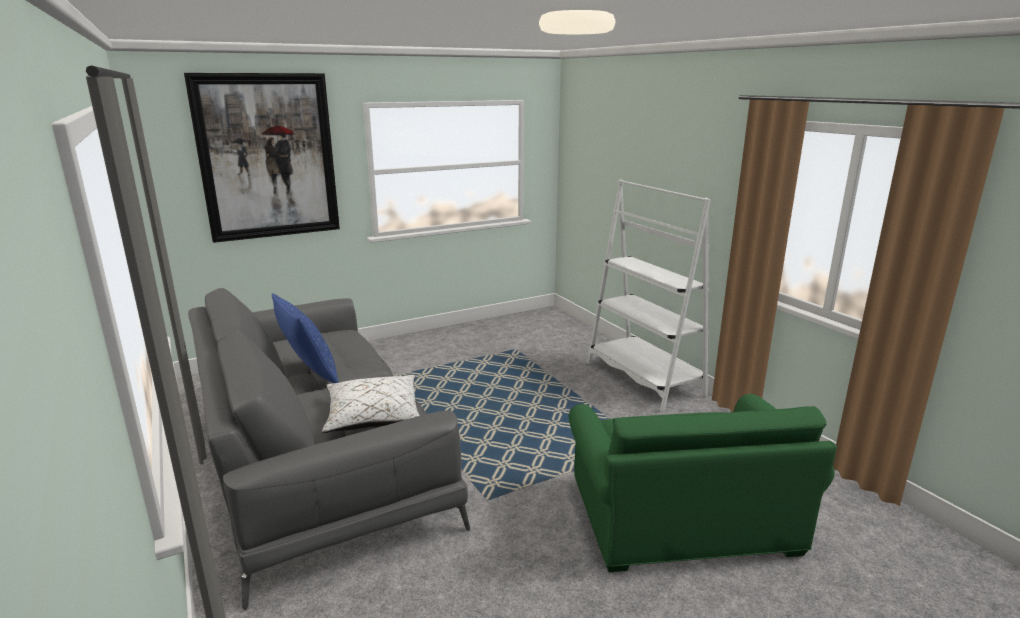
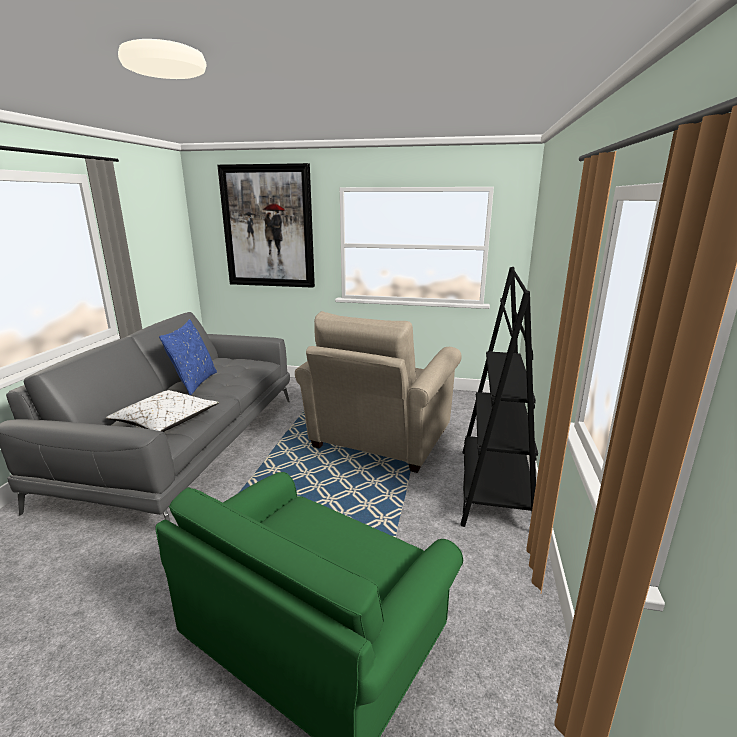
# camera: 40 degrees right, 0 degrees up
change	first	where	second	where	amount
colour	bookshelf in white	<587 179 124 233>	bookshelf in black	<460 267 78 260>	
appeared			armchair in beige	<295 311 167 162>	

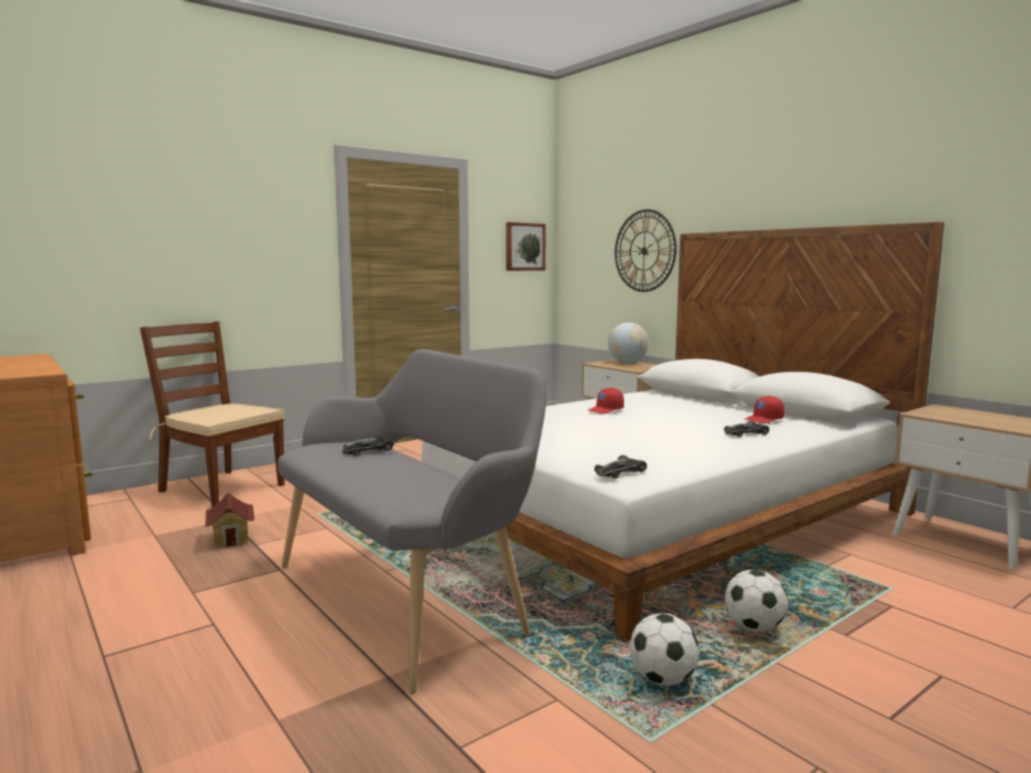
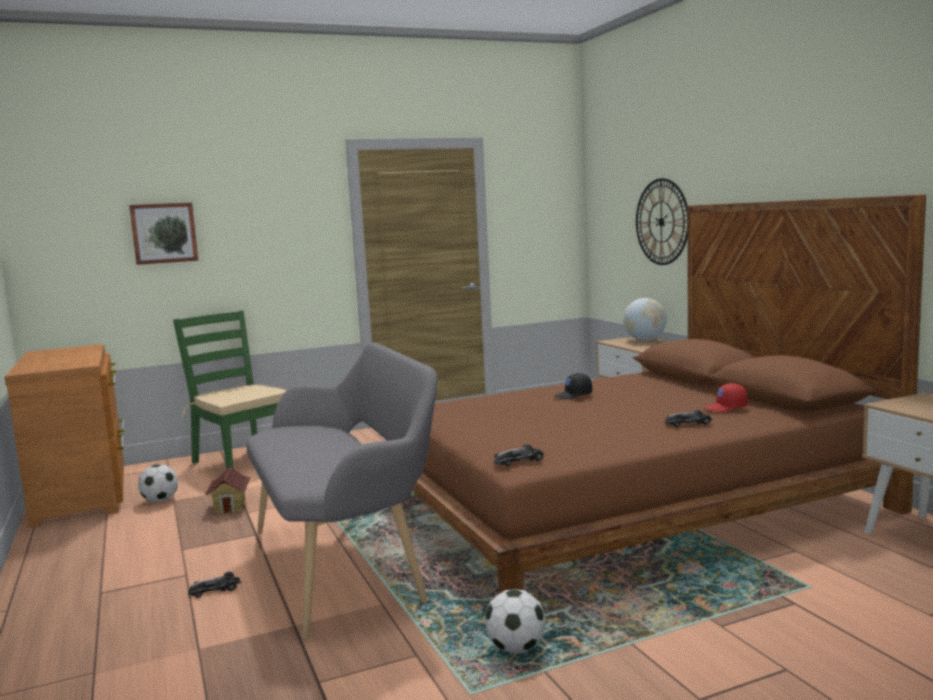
# camera: 15 degrees right, 0 degrees up
change	first	where	second	where	amount
colour	sleeping bed in white	<422 222 522 419>	sleeping bed in brown	<412 194 514 399>	
relocated	wall picture	<506 222 40 49>		<129 202 69 63>	
colour	chair in brown	<140 321 145 186>	chair in green	<173 310 114 159>	
colour	cap in red-coloured	<588 388 36 26>	cap in black	<554 373 38 26>	
relocated	miniature car	<342 436 52 20>		<188 571 54 27>	
relocated	football ball	<725 570 63 61>		<138 464 40 38>	

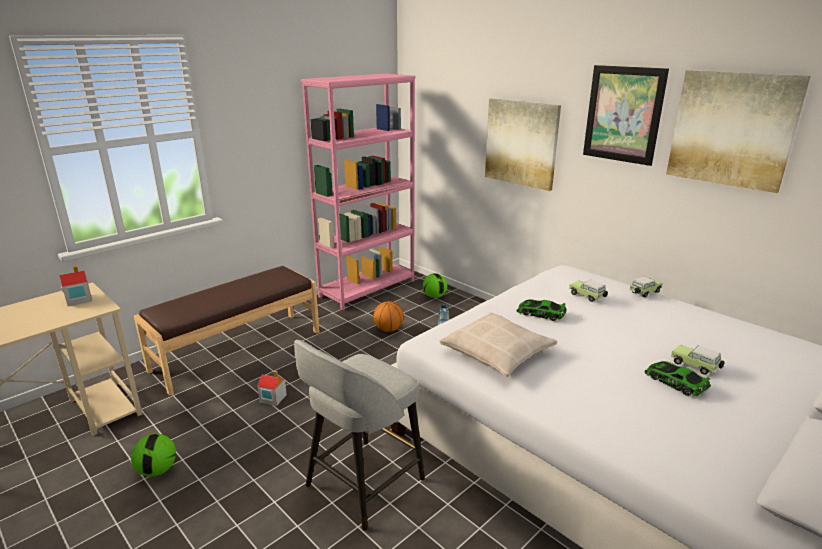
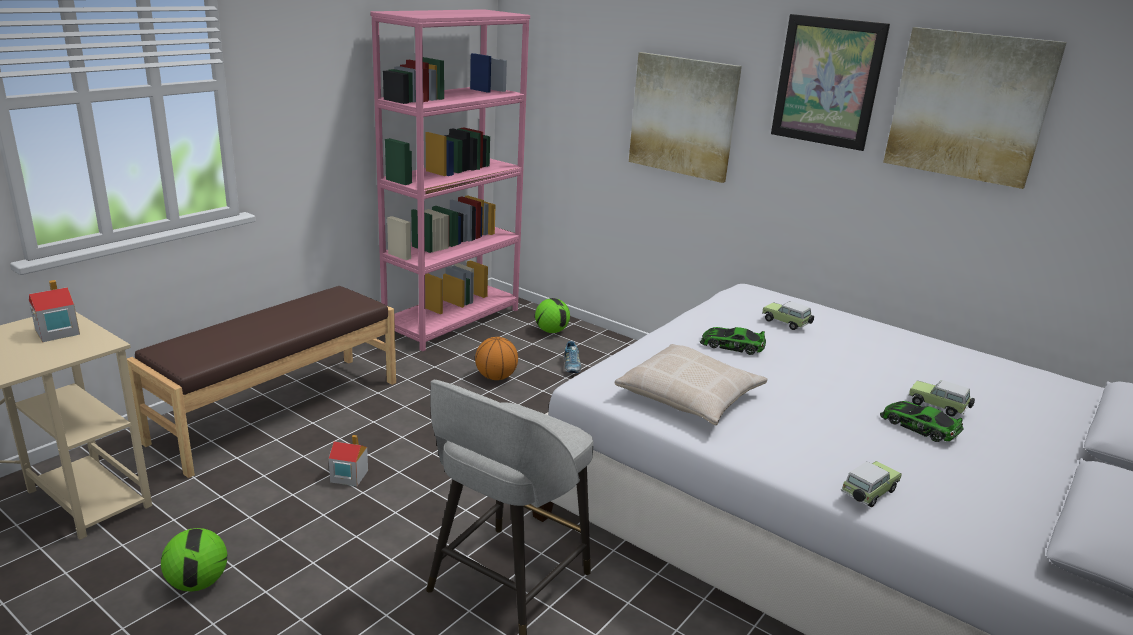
# camera: 10 degrees left, 0 degrees up
change	first	where	second	where	amount
relocated	miniature car	<629 276 34 22>		<841 461 61 46>	

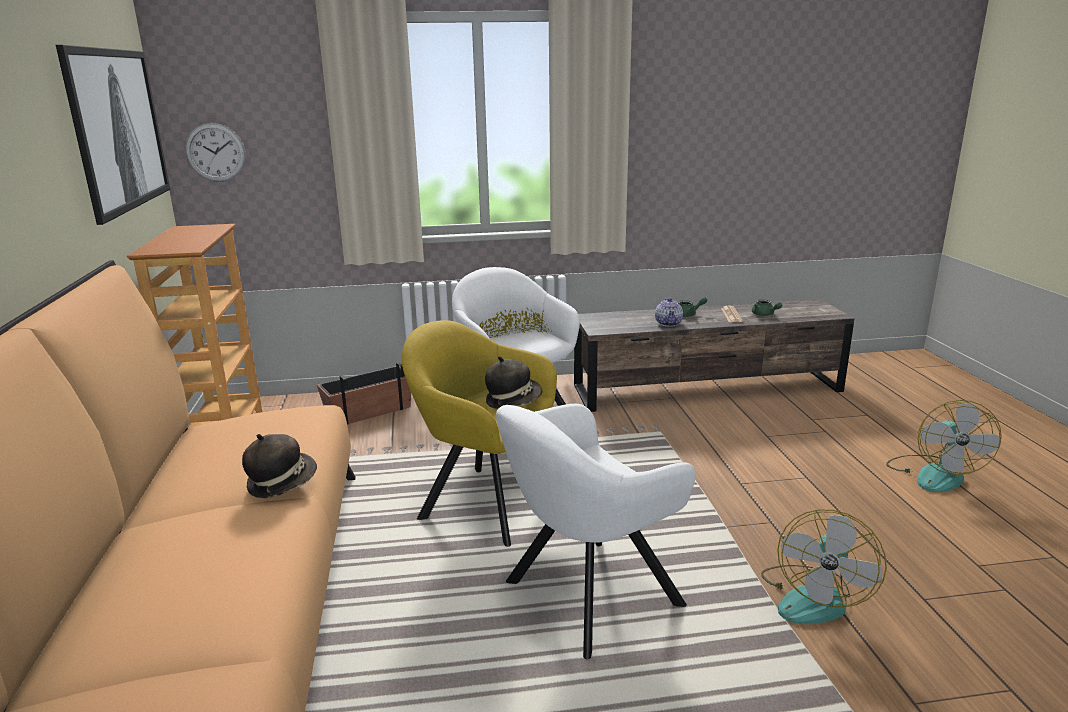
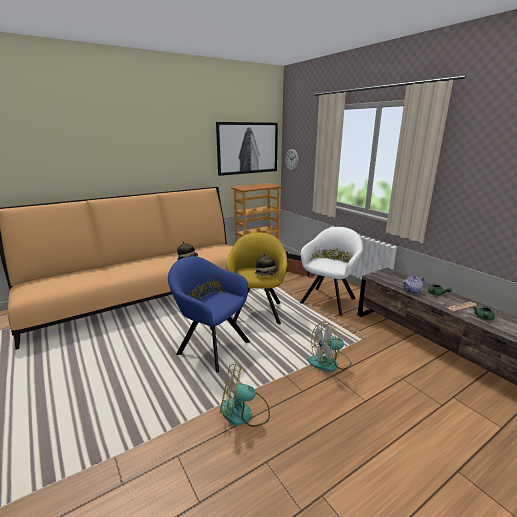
# camera: 65 degrees right, 0 degrees up
change	first	where	second	where	amount
relocated	cooling fan	<886 400 116 92>		<308 321 43 51>	
colour	armchair in white	<496 404 200 256>	armchair in blue-coloured	<168 256 82 117>	

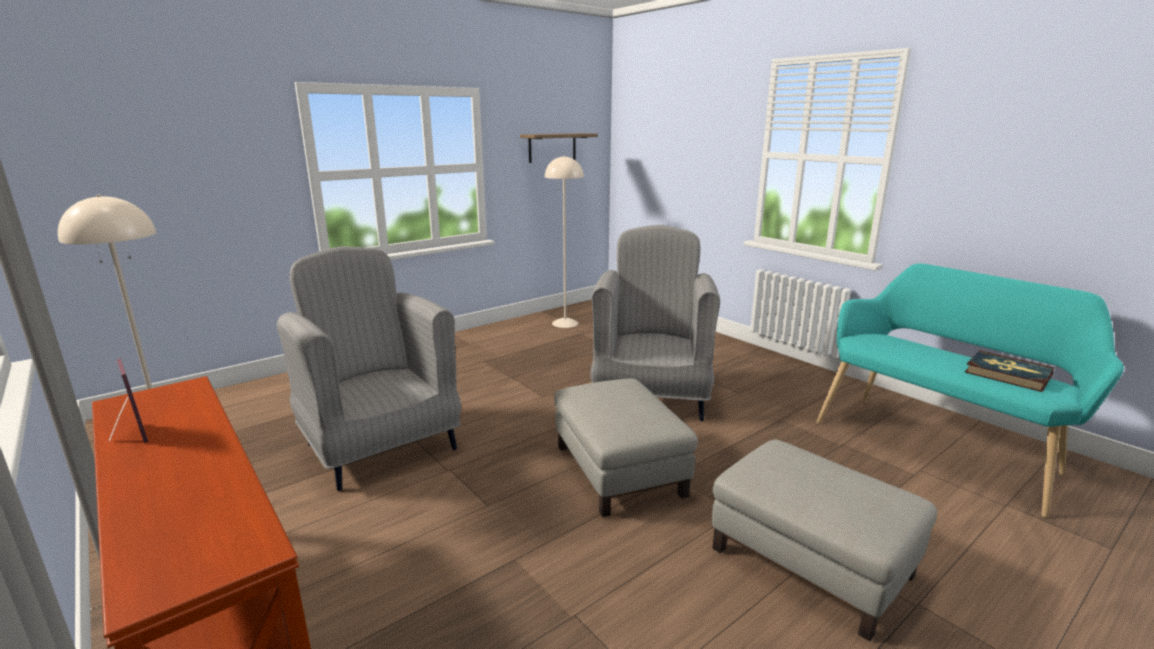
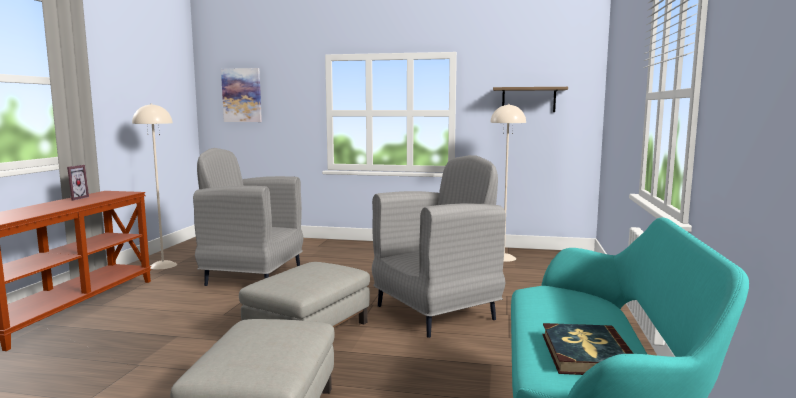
# camera: 50 degrees right, 10 degrees down
change	first	where	second	where	amount
spun	armchair in gray	<277 246 184 245>		<193 148 110 138>	90 degrees counterclockwise
appeared			wall picture	<221 68 41 54>	

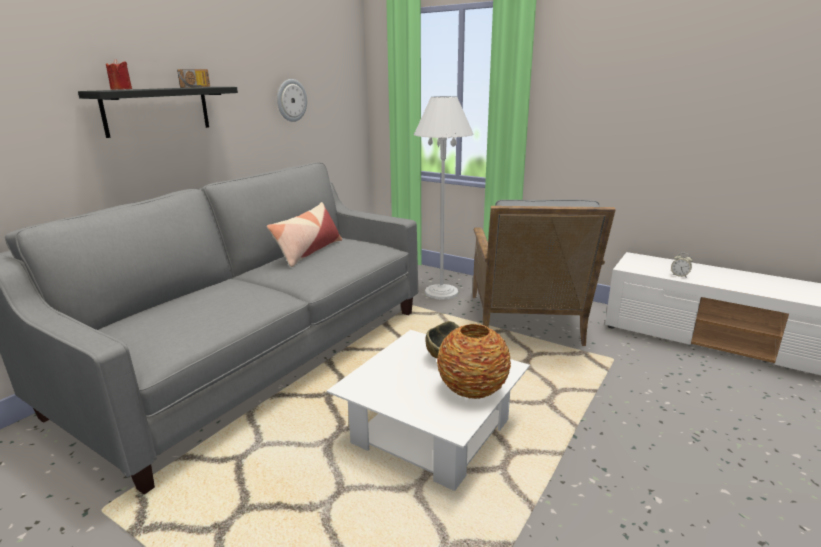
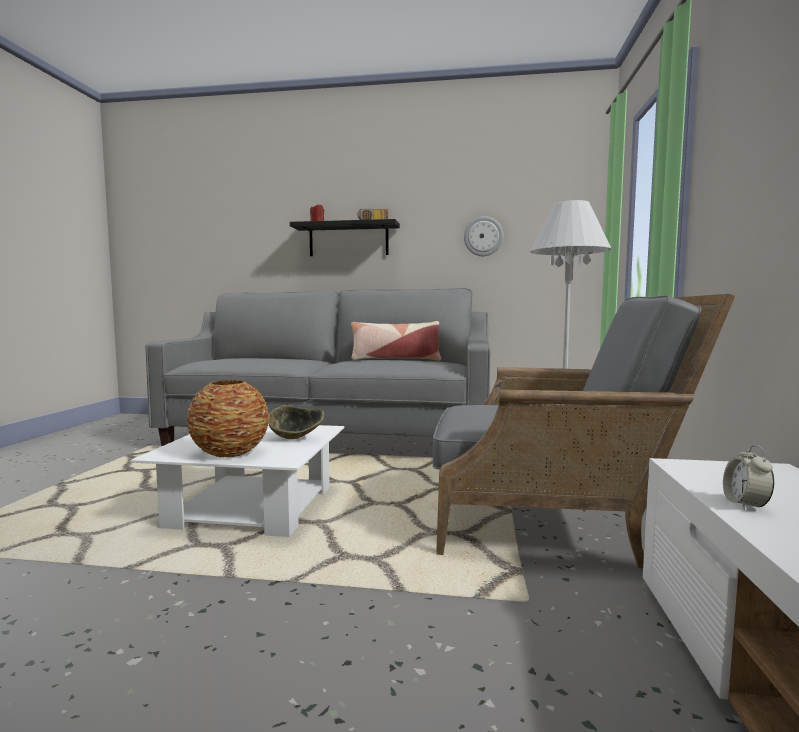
# camera: 65 degrees right, 15 degrees down
change	first	where	second	where	amount
spun	armchair in gray	<473 199 143 147>		<433 294 302 274>	150 degrees counterclockwise

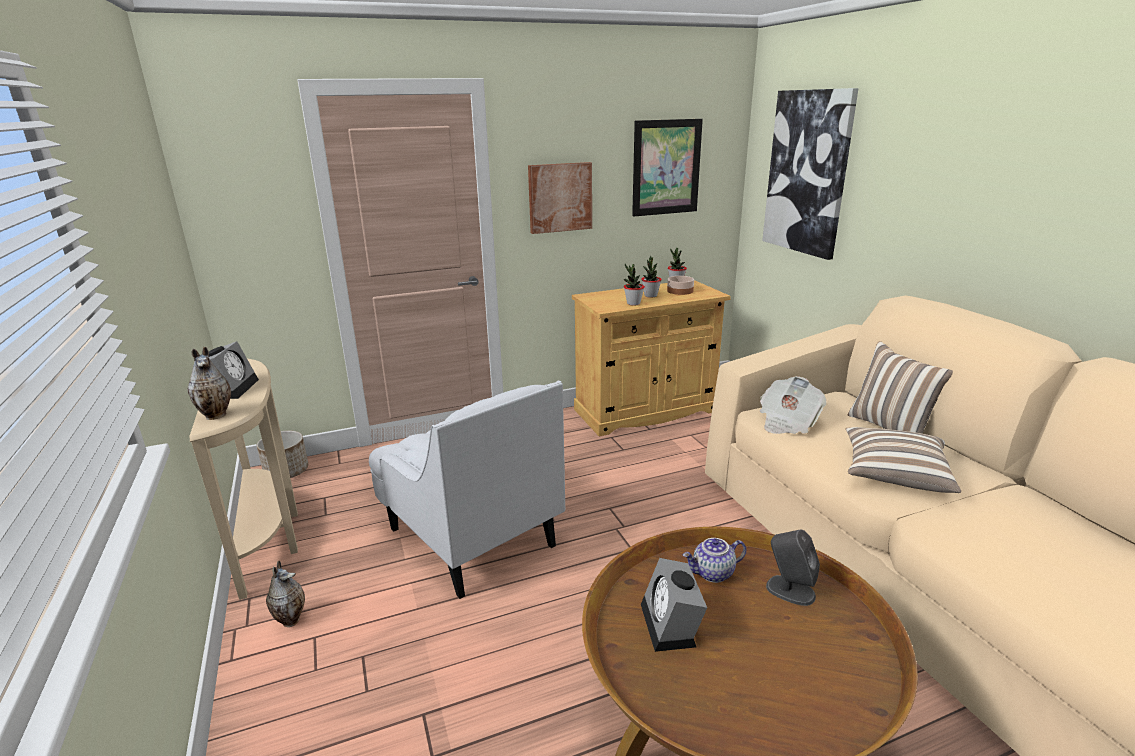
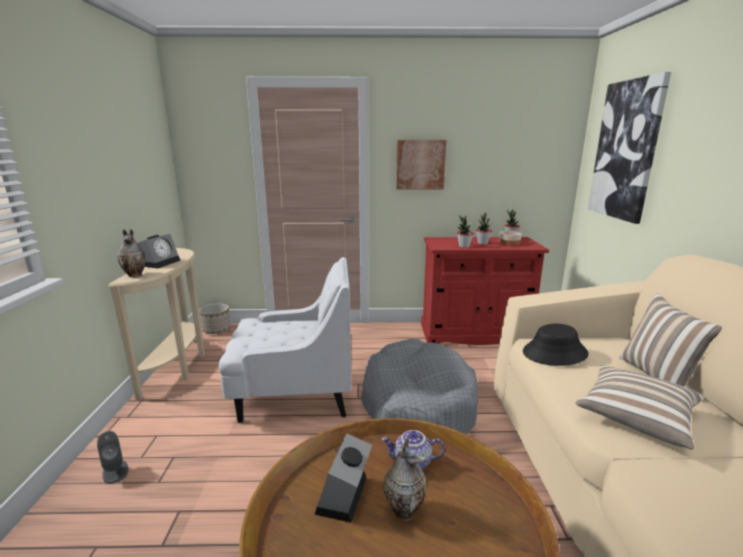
# camera: 20 degrees right, 5 degrees down
change	first	where	second	where	amount
missing	wall picture	<632 119 71 98>			
colour	storage cabinet in beige	<572 280 159 156>	storage cabinet in red-coloured	<421 237 128 108>	
exchanged	newspaper	<760 376 66 58>	wearable hat in black	<523 324 66 42>	
spun	armchair in white	<369 381 196 218>		<219 257 133 166>	75 degrees counterclockwise
relocated	loudspeaker in gray	<766 530 54 76>		<97 431 31 53>	
relocated	vase	<266 561 39 66>		<384 437 43 84>	
appeared			pet bed in gray	<361 339 117 95>	

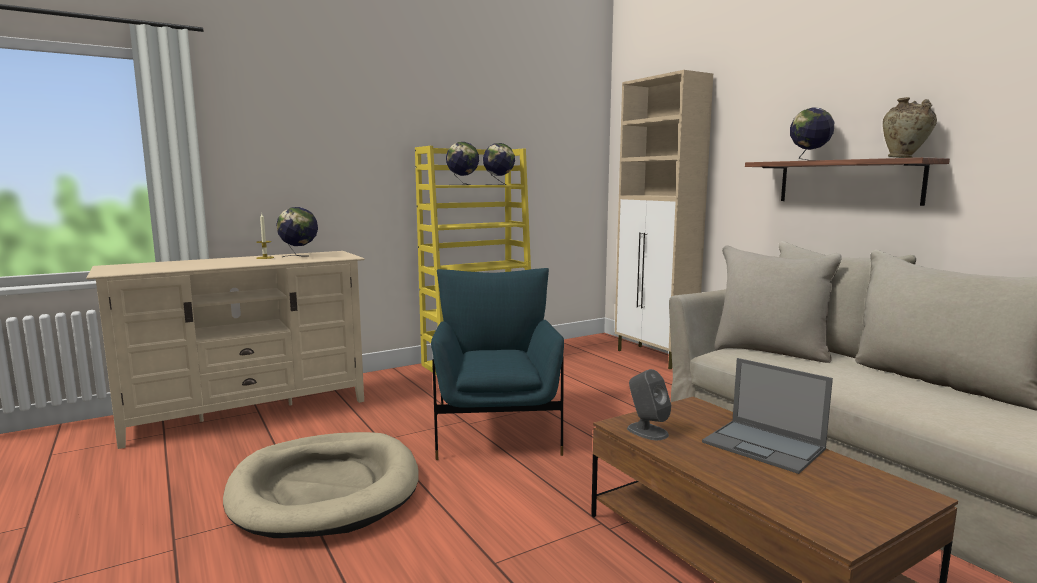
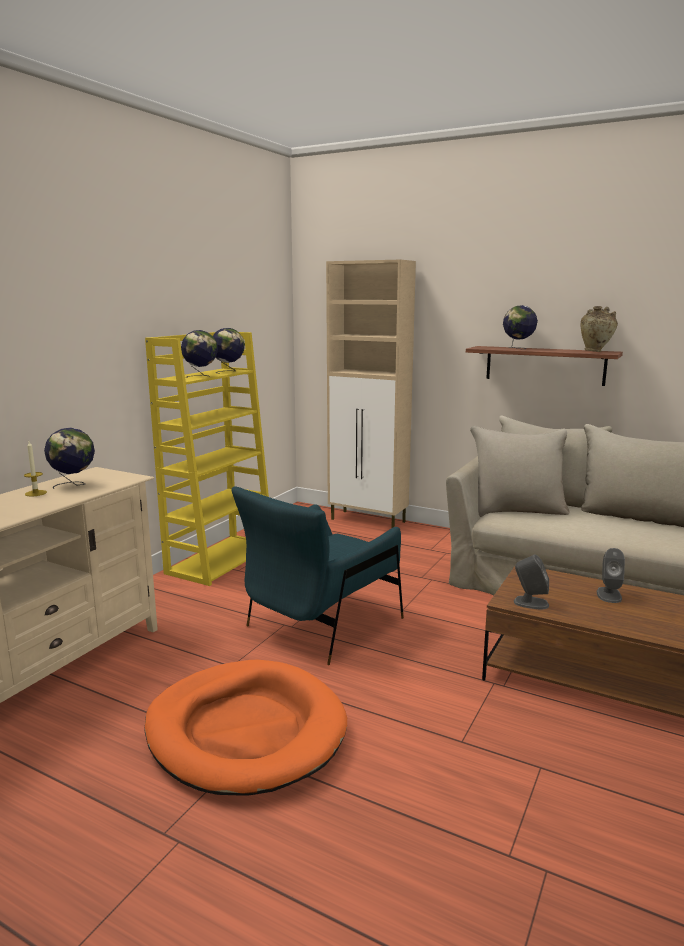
# camera: 30 degrees left, 5 degrees up
change	first	where	second	where	amount
spun	armchair in blue-coloured	<431 268 133 192>		<232 487 172 178>	105 degrees counterclockwise
exchanged	notebook computer	<702 358 131 116>	loudspeaker in gray	<597 548 28 55>	
colour	pet bed in beige	<223 432 195 106>	pet bed in orange-coloured	<144 660 203 136>	

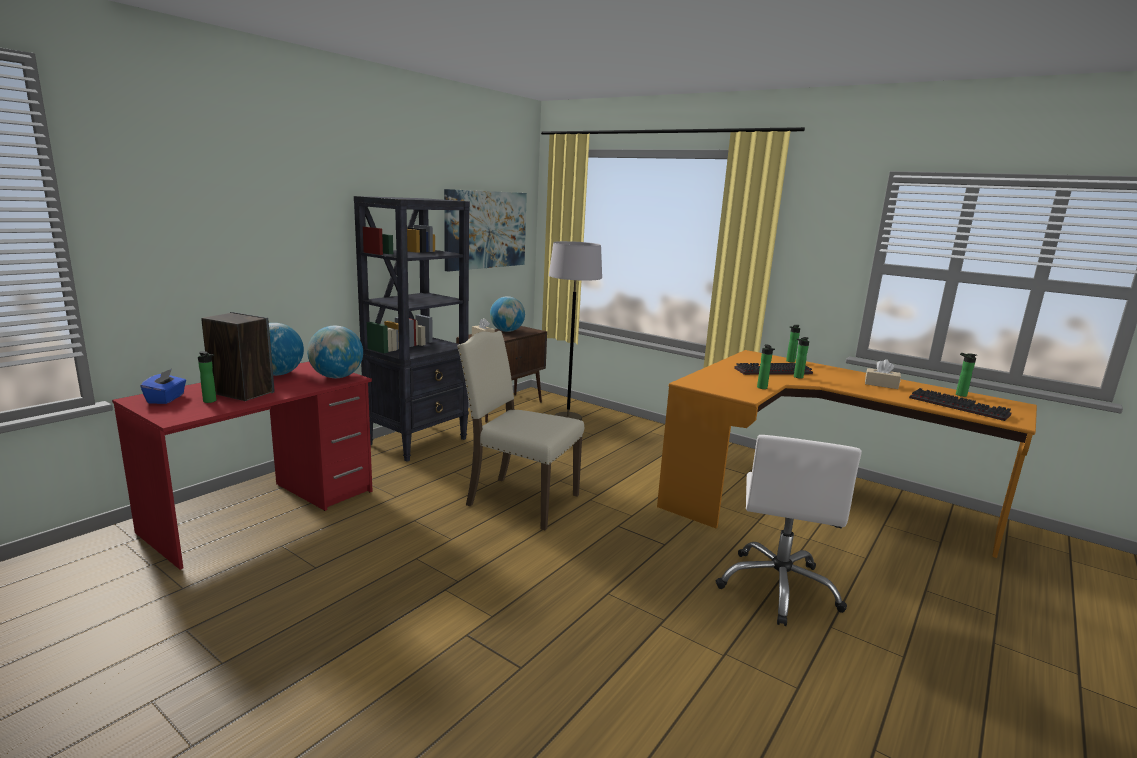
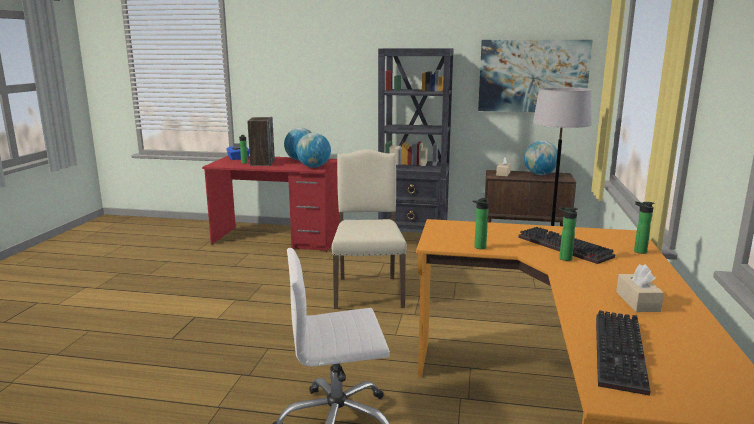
# camera: 65 degrees right, 0 degrees up
change	first	where	second	where	amount
missing	beverage bottle	<956 353 21 44>			

